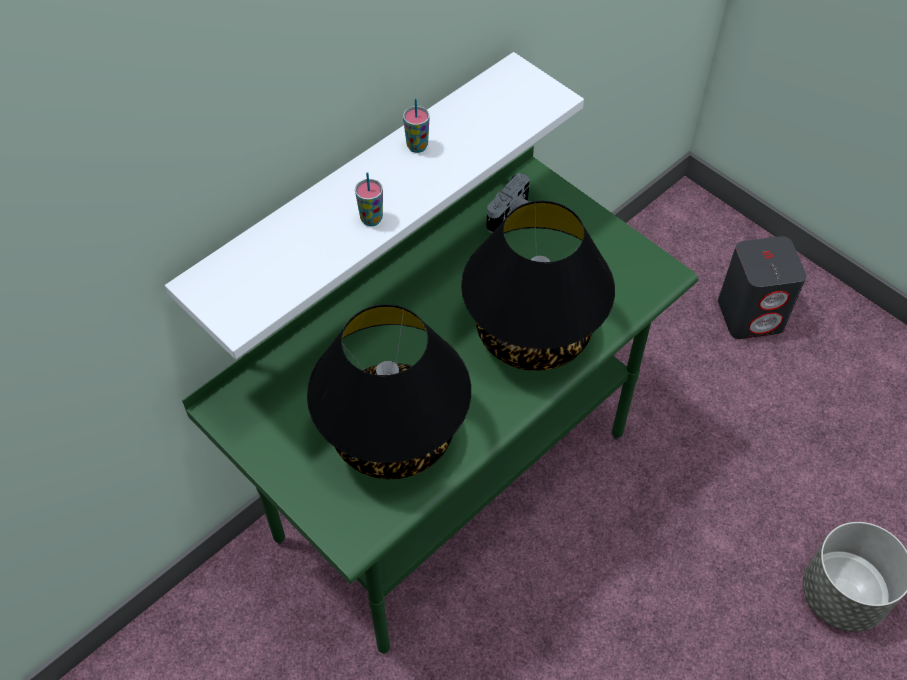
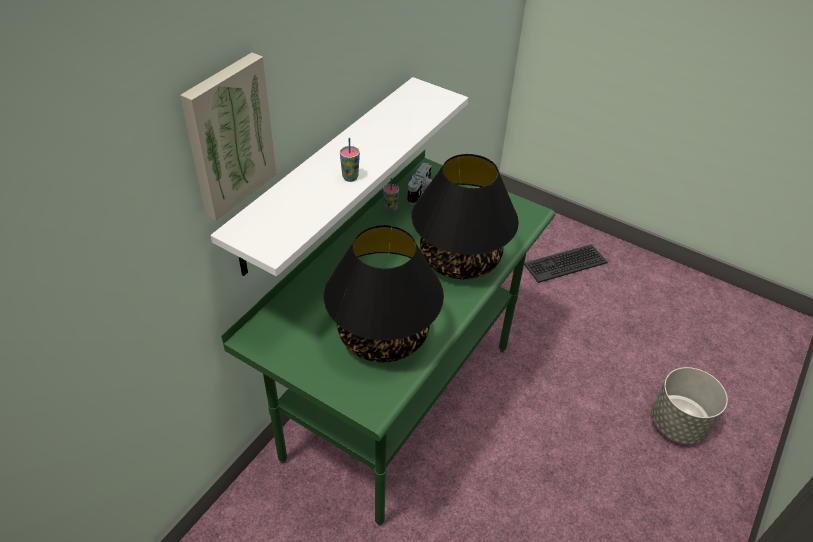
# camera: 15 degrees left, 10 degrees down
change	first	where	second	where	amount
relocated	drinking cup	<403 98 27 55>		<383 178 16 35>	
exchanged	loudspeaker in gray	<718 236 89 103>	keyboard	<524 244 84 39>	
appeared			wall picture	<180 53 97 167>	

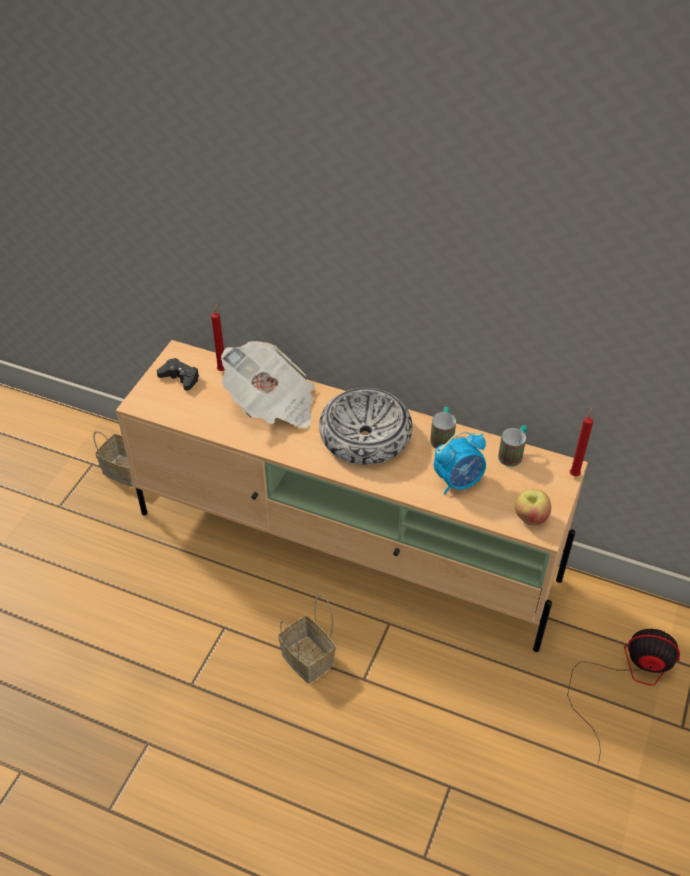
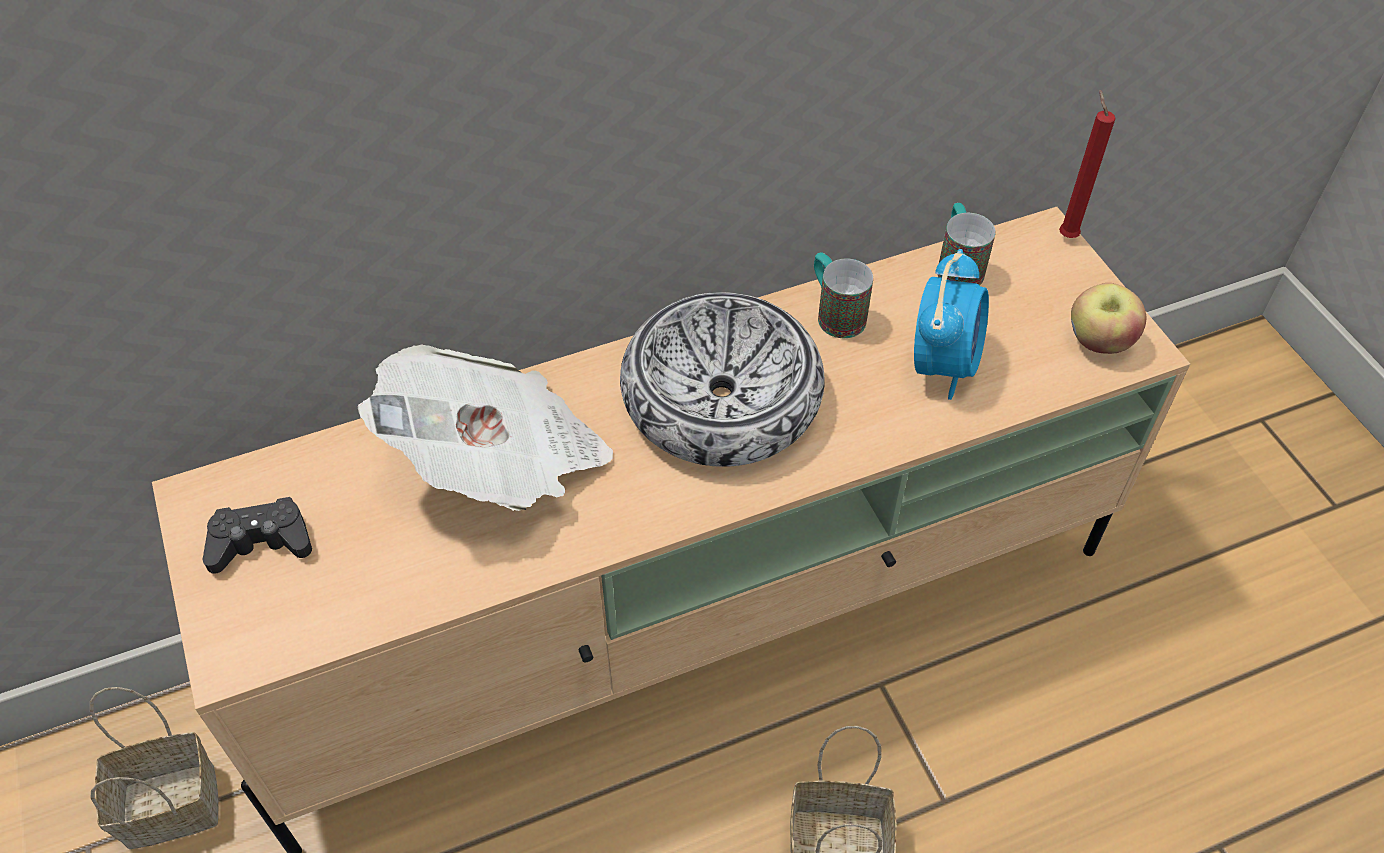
# camera: 45 degrees left, 5 degrees up
change	first	where	second	where	amount
missing	wax candle in red-coloured	<211 303 14 68>			
missing	cooling fan	<567 629 113 134>			

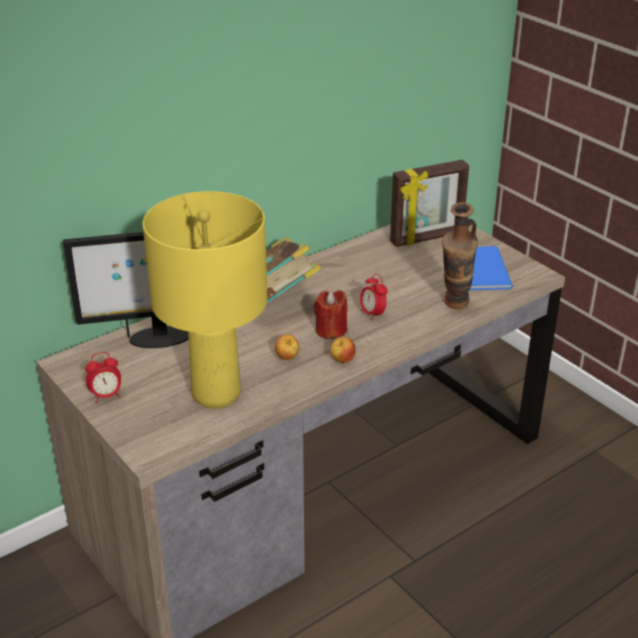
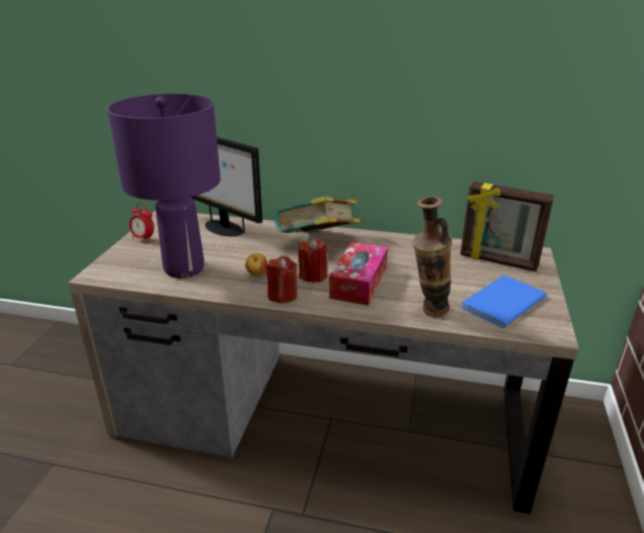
# camera: 50 degrees right, 5 degrees down
change	first	where	second	where	amount
colour	table lamp in yellowish	<143 191 125 218>	table lamp in purple	<107 94 114 184>	
exchanged	table clock	<360 274 28 47>	box of tissues	<329 242 59 63>	
exchanged	apple fruit	<330 337 26 26>	wax candle in red-coloured	<266 256 31 47>	

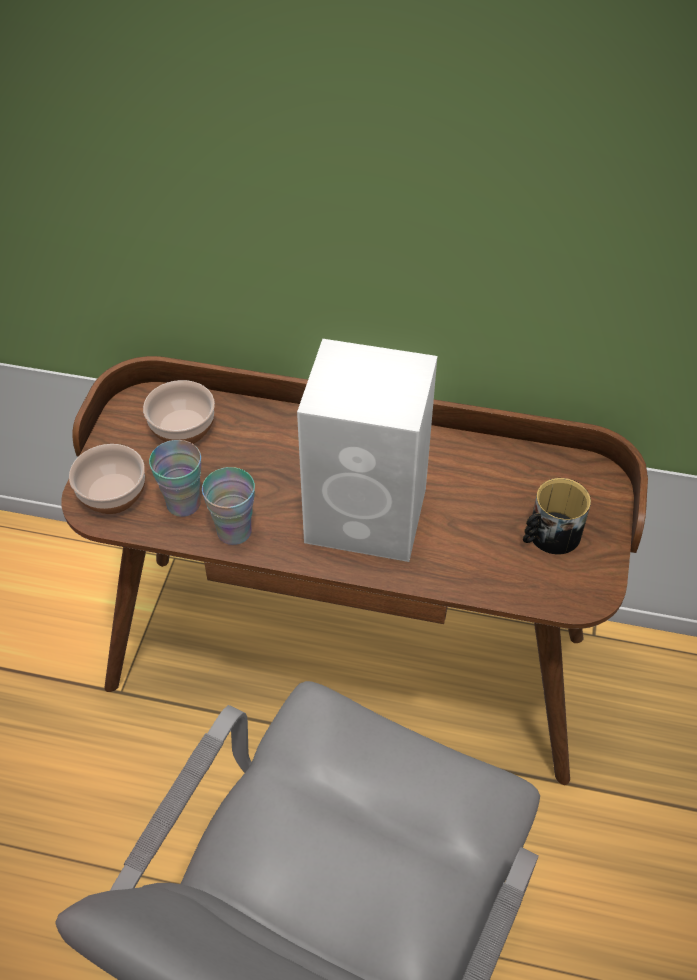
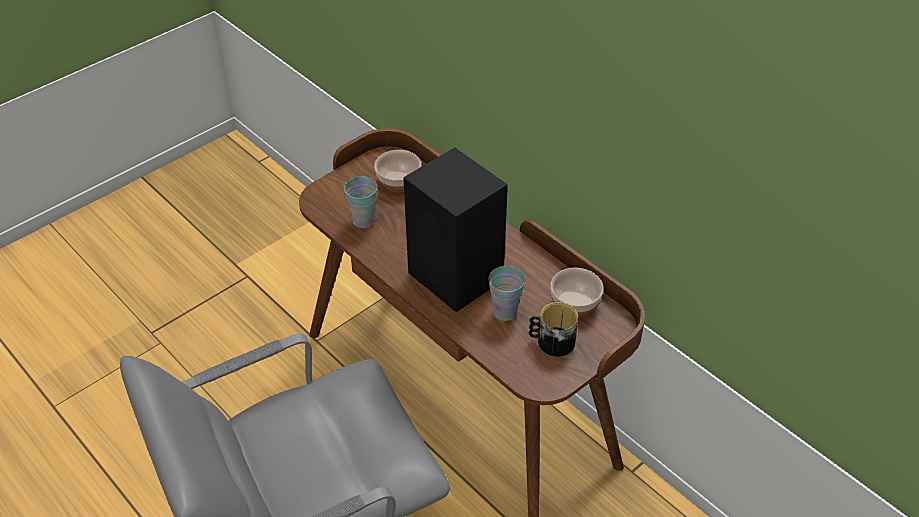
# camera: 35 degrees right, 5 degrees down
change	first	where	second	where	amount
colour	loudspeaker in white	<297 339 140 223>	loudspeaker in black	<403 147 105 165>	
relocated	serving bowl	<69 444 76 70>		<550 268 54 49>	
relocated	drinking cup	<202 467 53 78>		<489 266 36 55>	

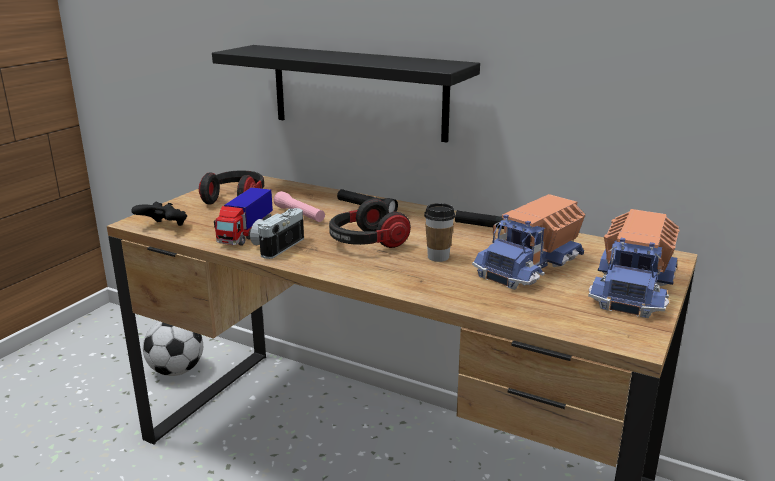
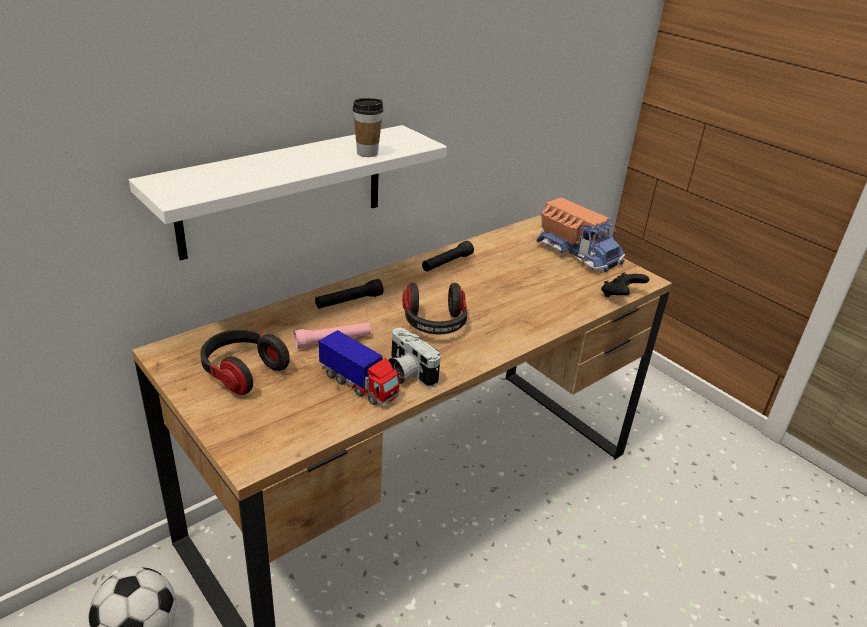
# camera: 70 degrees left, 10 degrees up
change	first	where	second	where	amount
colour	shelf in black	<212 45 268 98>	shelf in white	<129 125 318 135>	
missing	toy truck	<472 194 113 96>			
relocated	game controller in black	<131 201 56 25>		<601 272 48 25>	
relocated	drinking cup	<424 203 31 59>		<353 98 31 59>	

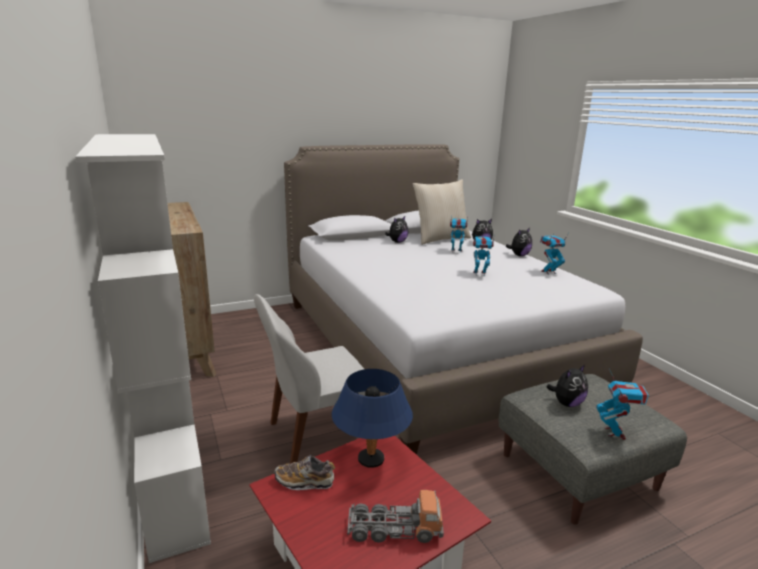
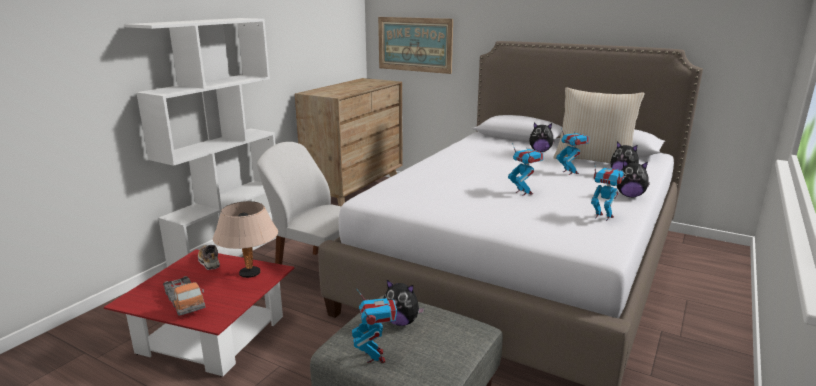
# camera: 55 degrees right, 0 degrees up
change	first	where	second	where	amount
colour	table lamp in blue-coloured	<332 369 81 99>	table lamp in beige	<213 201 65 77>	
spun	robot figure	<596 369 53 71>		<352 288 45 75>	75 degrees counterclockwise
appeared			wall picture	<378 17 75 57>	

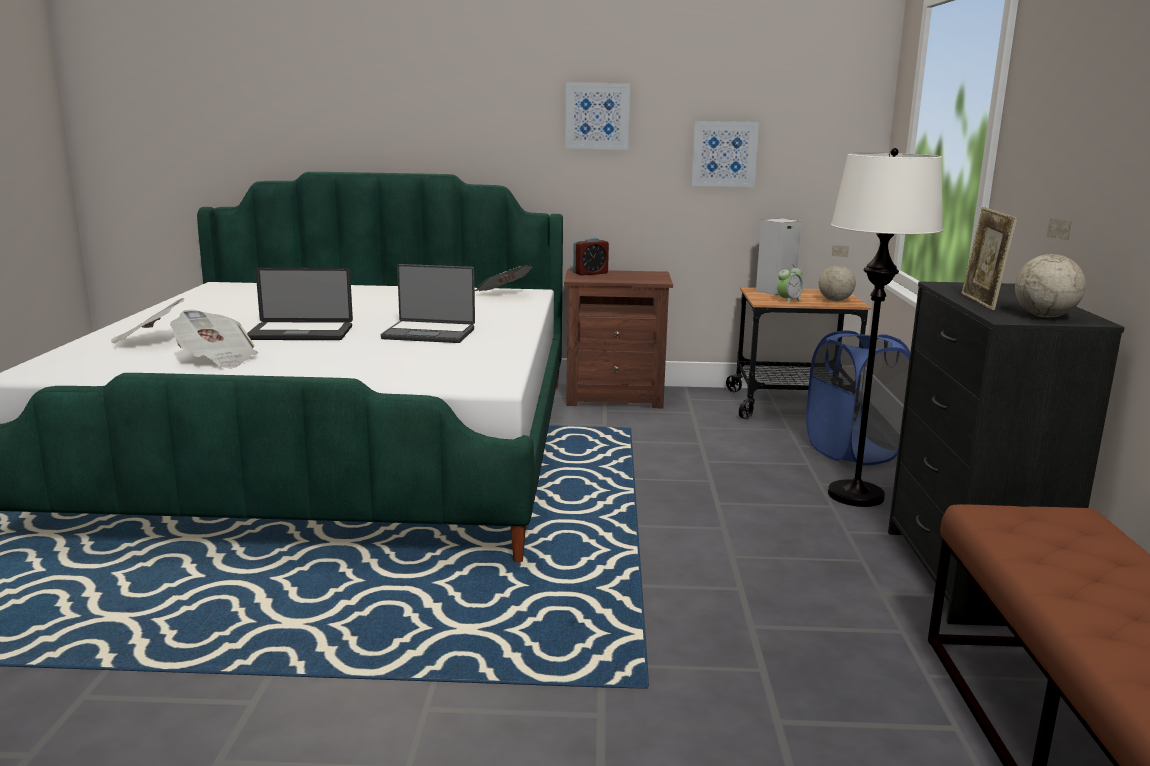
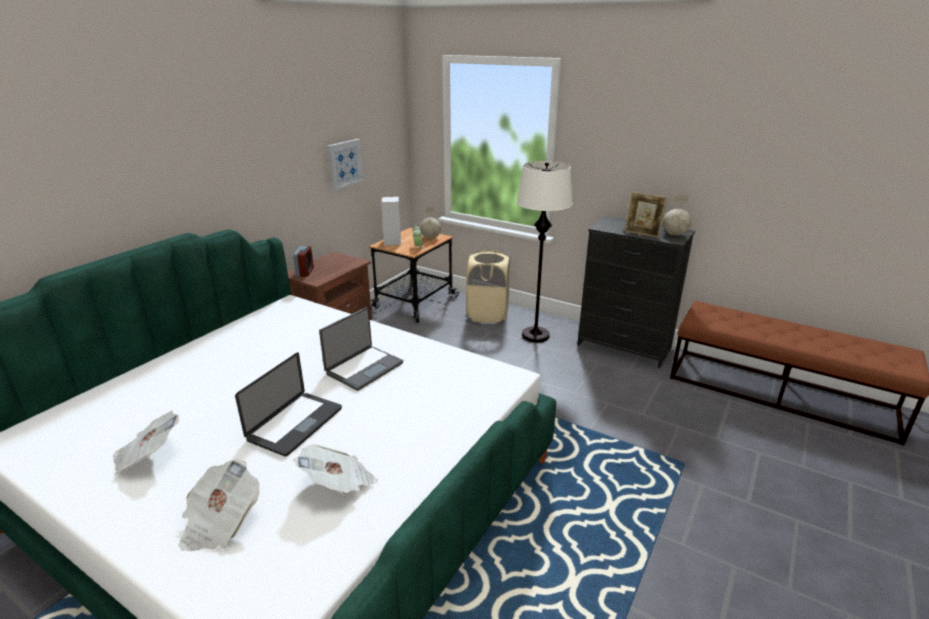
# camera: 60 degrees left, 10 degrees up
change	first	where	second	where	amount
missing	wall picture	<565 82 65 68>			
relocated	newspaper	<475 265 57 26>		<113 410 66 65>	
colour	washing basket in blue-coloured	<806 330 104 135>	washing basket in beige	<466 250 44 73>	

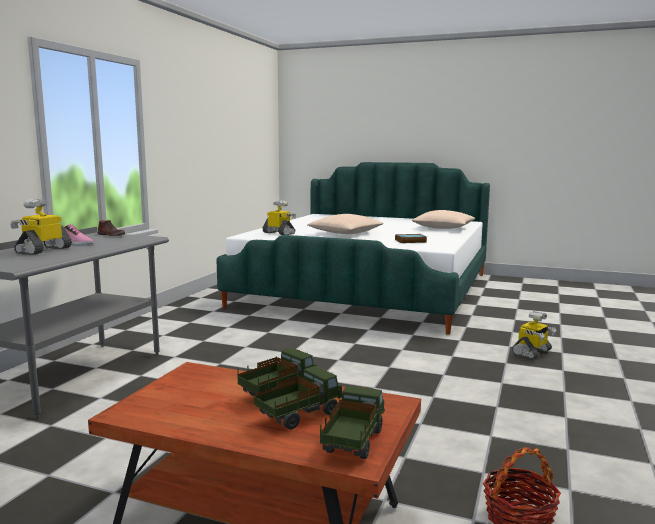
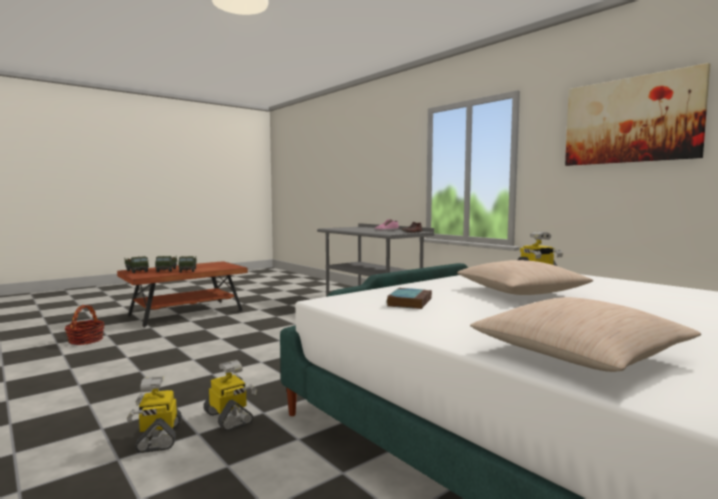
# camera: 120 degrees right, 5 degrees down
change	first	where	second	where	amount
relocated	robot figure	<10 199 62 56>		<203 360 54 71>	
appeared			wall picture	<565 63 145 103>	

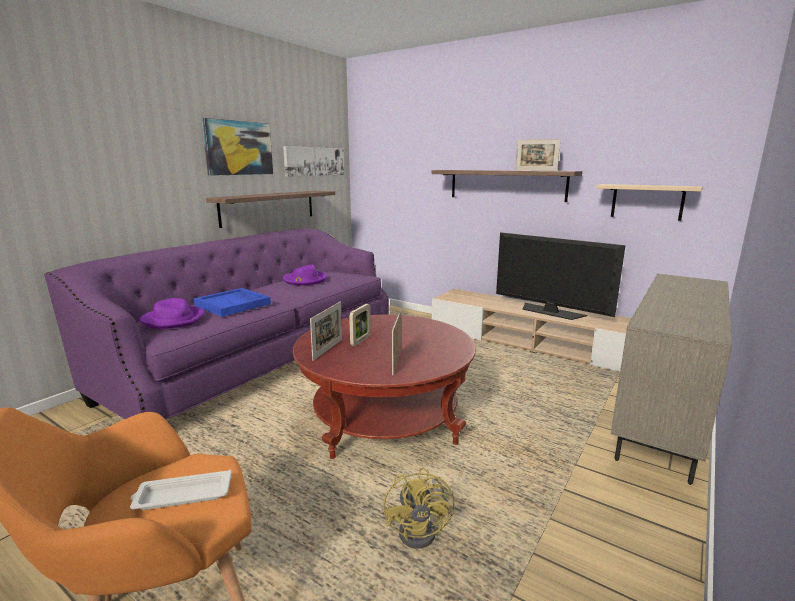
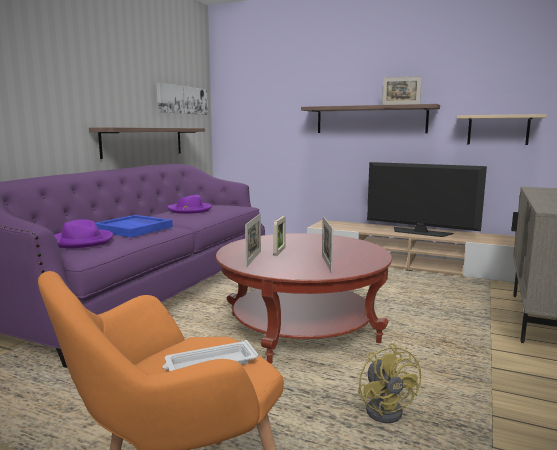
# camera: 10 degrees left, 5 degrees down
change	first	where	second	where	amount
missing	wall picture	<202 118 71 58>			

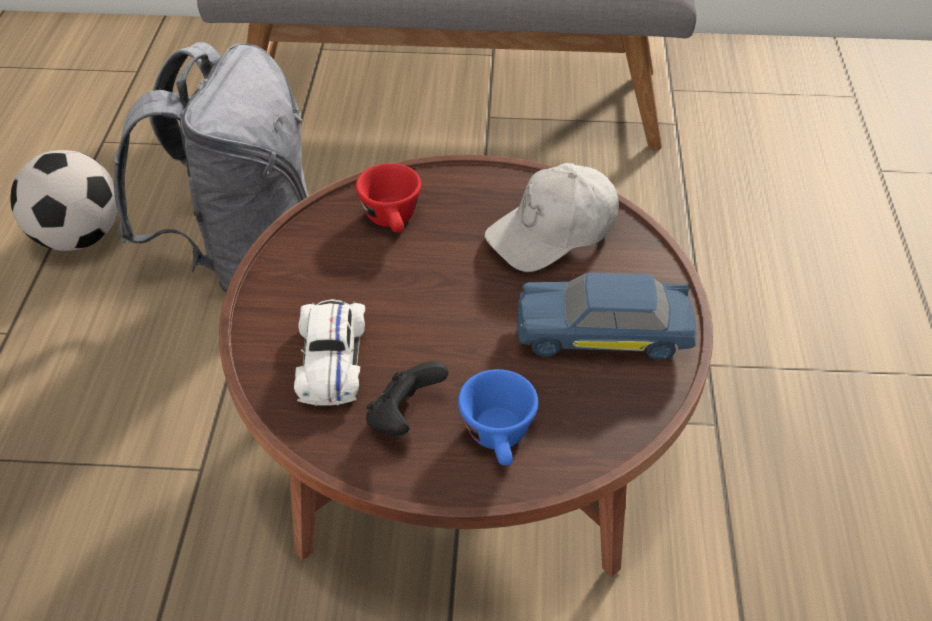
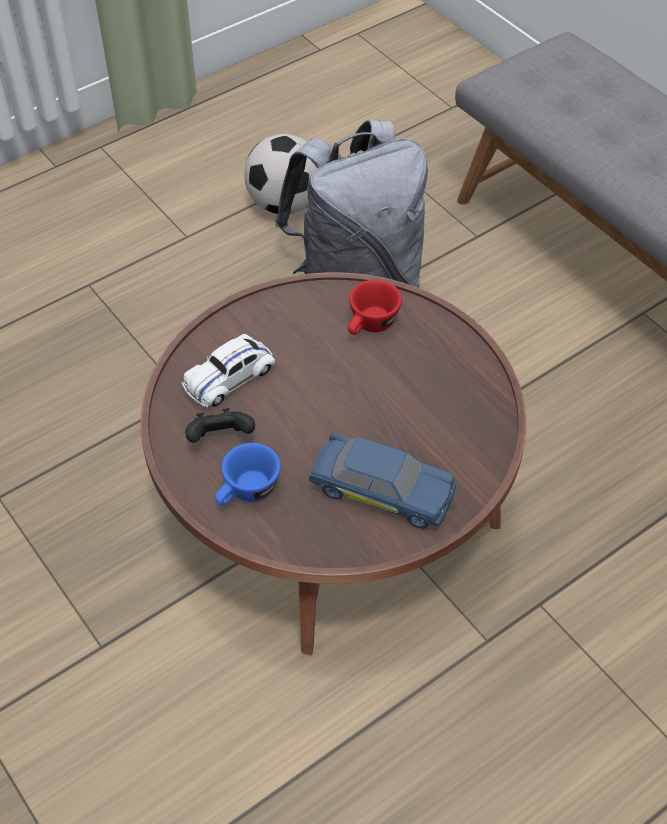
# camera: 50 degrees right, 5 degrees up
change	first	where	second	where	amount
missing	cap in white	<484 163 135 109>			
spun	miniature car in blue-coloured	<517 273 179 87>		<309 433 147 96>	150 degrees clockwise

